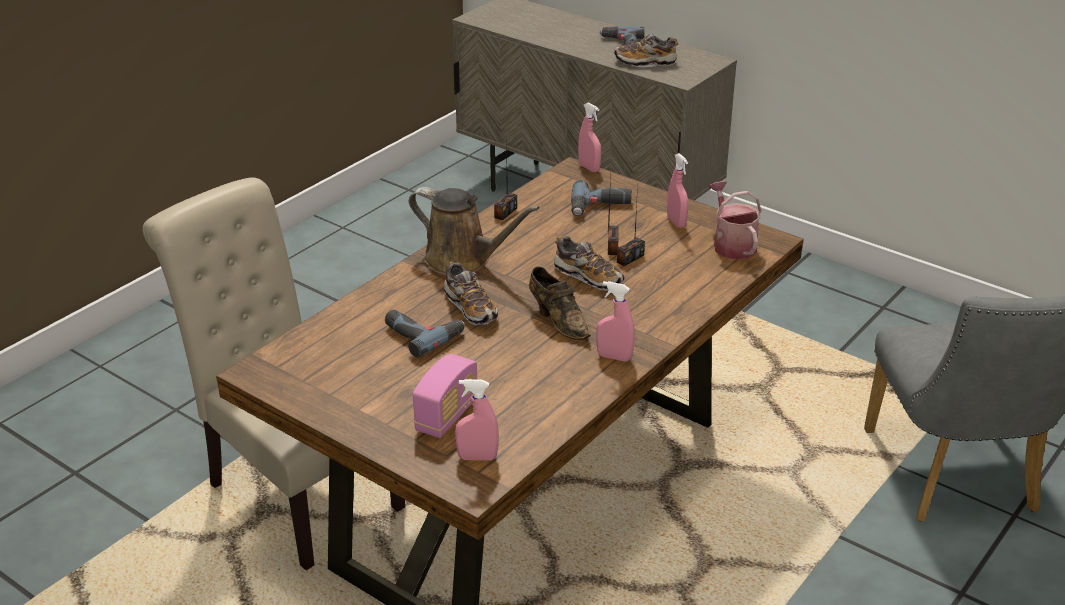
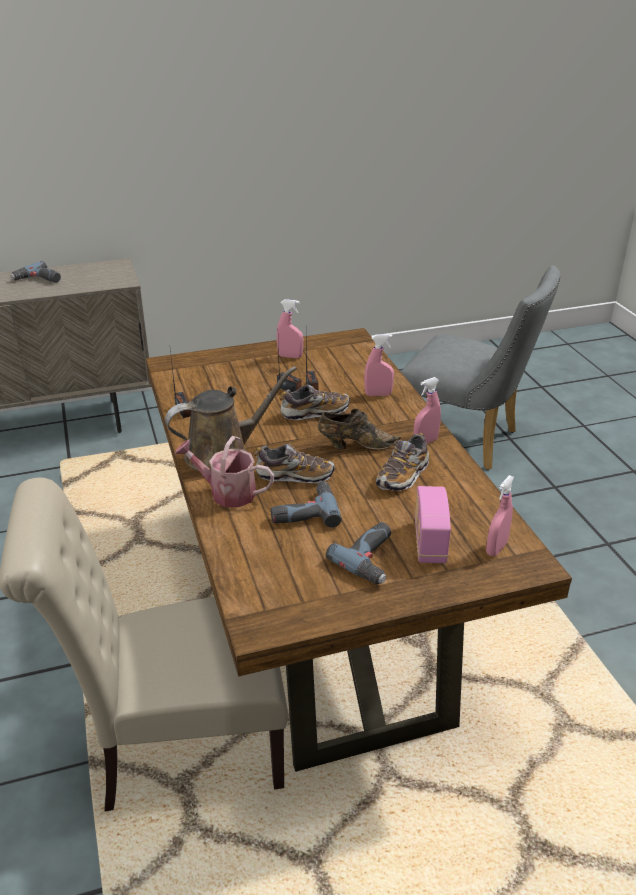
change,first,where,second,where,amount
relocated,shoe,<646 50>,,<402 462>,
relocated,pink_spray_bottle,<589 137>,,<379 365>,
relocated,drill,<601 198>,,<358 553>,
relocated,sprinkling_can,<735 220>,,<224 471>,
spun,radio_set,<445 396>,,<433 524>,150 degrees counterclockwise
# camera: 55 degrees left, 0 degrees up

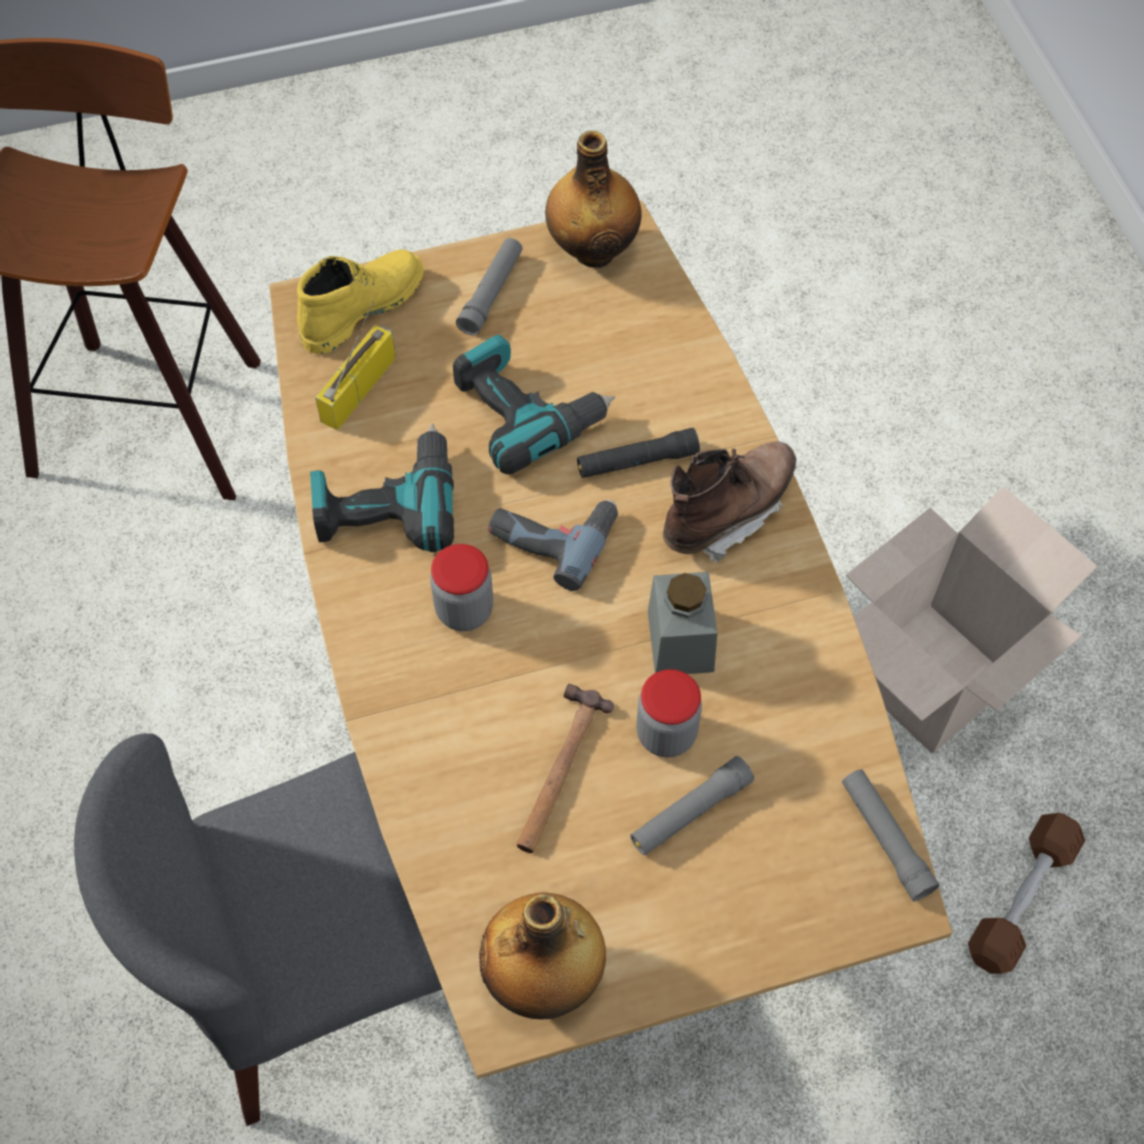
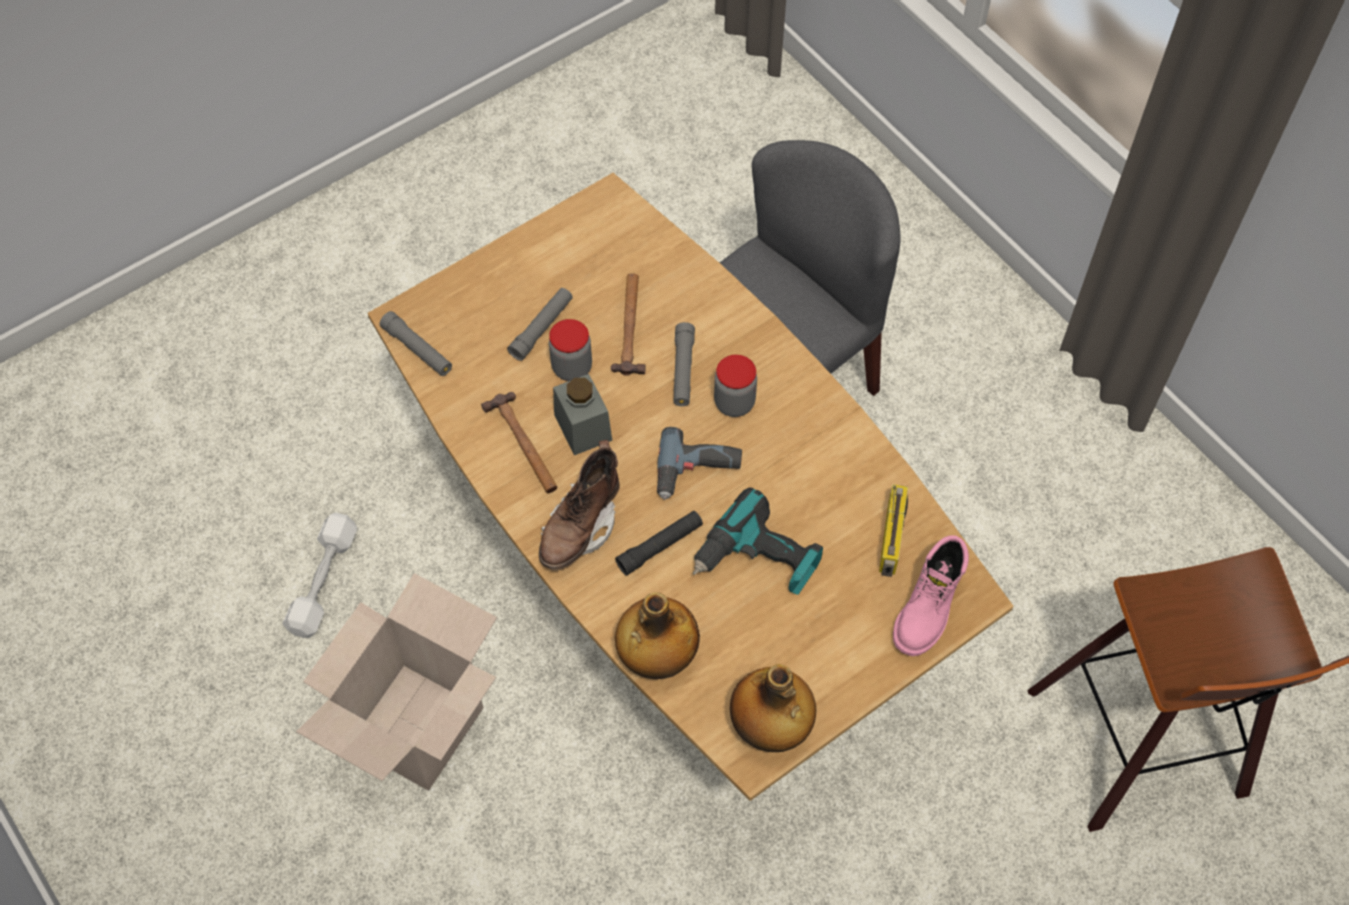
change,first,where,second,where,amount
relocated,gray_torch,<489 286>,,<684 364>,
colour,yellowish_boot,<360 301>,pink_boot,<931 595>,
missing,drill,<382 488>,,,
colour,brown_hand_weight,<1026 893>,white_hand_weight,<320 575>,
relocated,drink_bottle,<542 955>,,<657 635>,
appeared,,,hand_hammer,<519 442>,
# camera: 160 degrees right, 0 degrees up

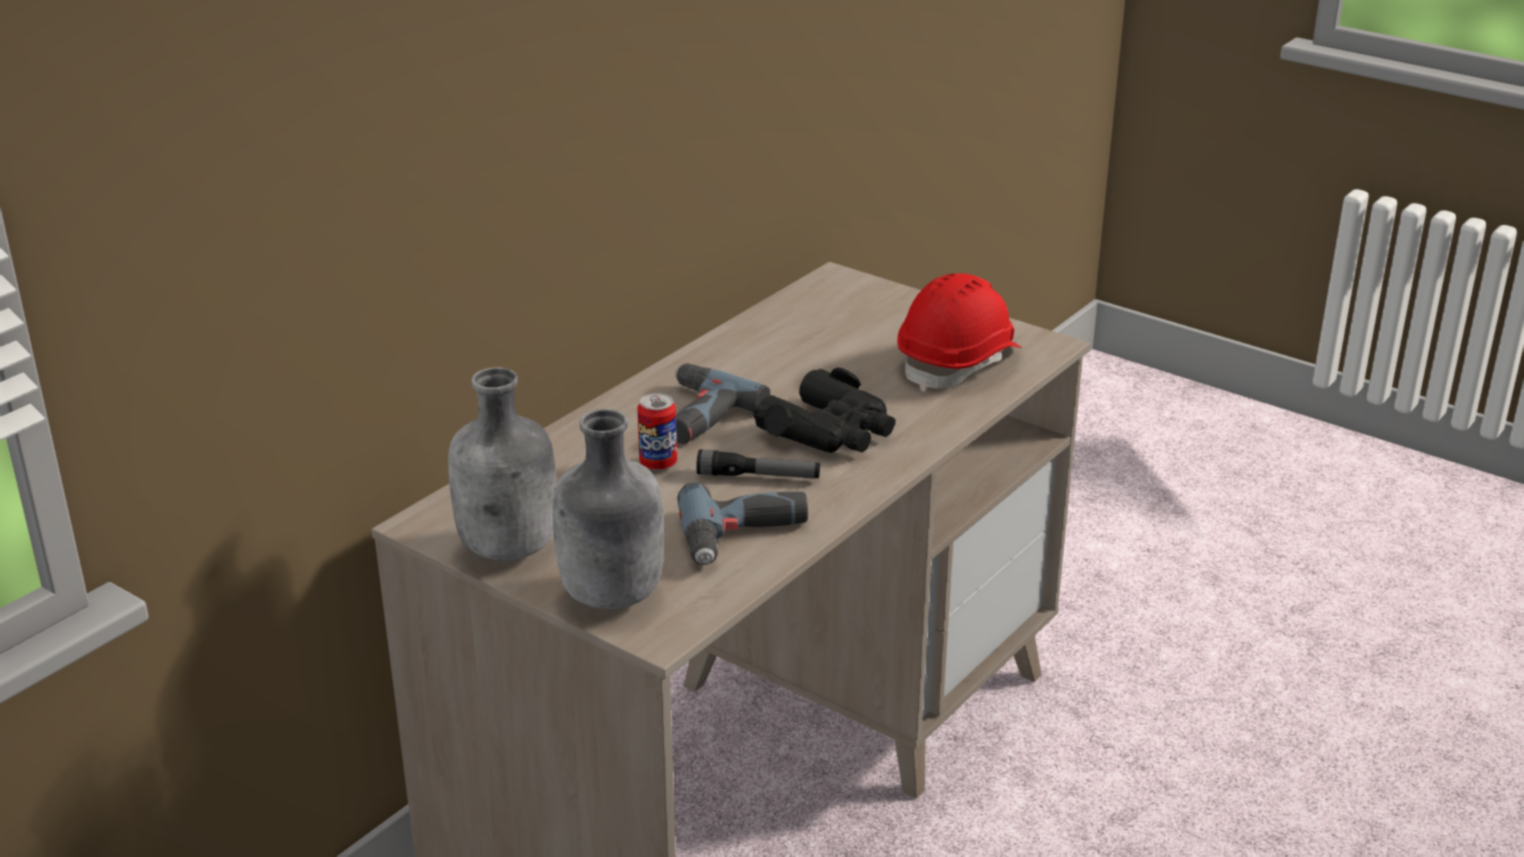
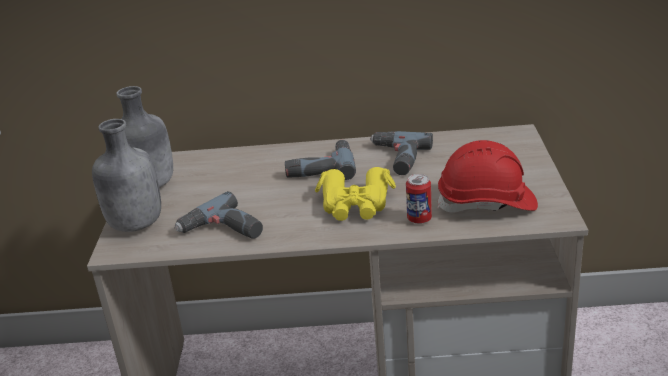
change,first,where,second,where,amount
colour,black_pair_of_binoculars,<824 410>,yellowish_pair_of_binoculars,<355 194>,
relocated,can,<657 431>,,<419 199>,
missing,torch,<758 464>,,,
appeared,,,drill,<401 153>,
# camera: 55 degrees right, 0 degrees up

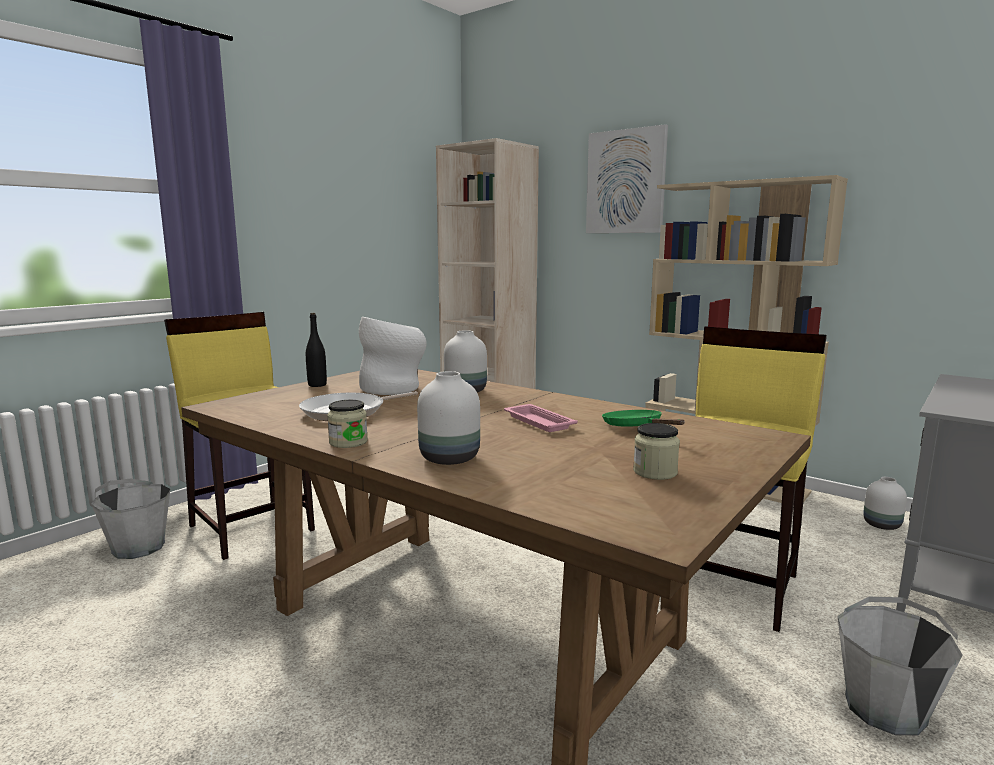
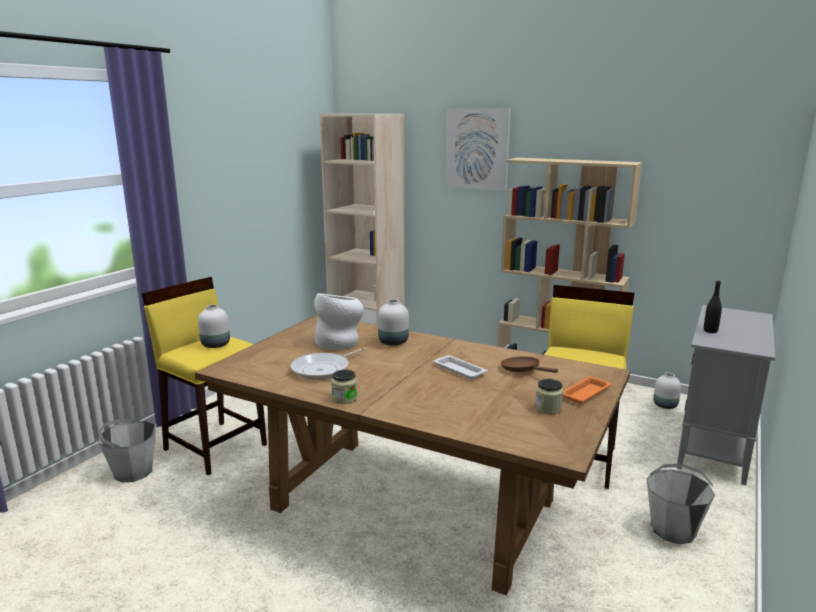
change,first,where,second,where,amount
relocated,black_drink_bottle,<316 350>,,<713 306>,
relocated,white_decorative_vase,<448 418>,,<214 326>,
colour,pink_serving_tray,<541 418>,white_serving_tray,<461 367>,
colour,greenish_pan,<643 418>,brown_pan,<530 365>,
appeared,,,orangey_serving_tray,<587 390>,
# camera: 10 degrees left, 5 degrees up

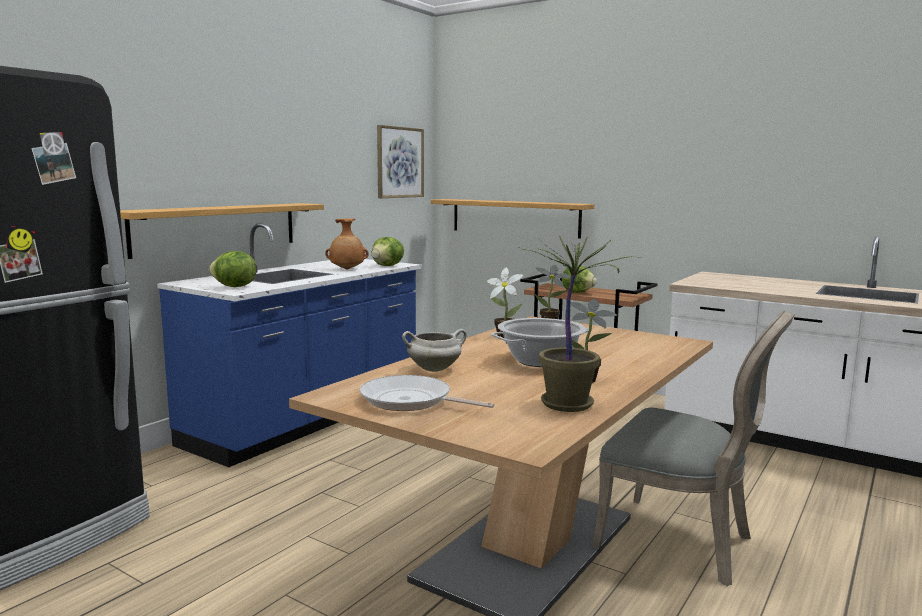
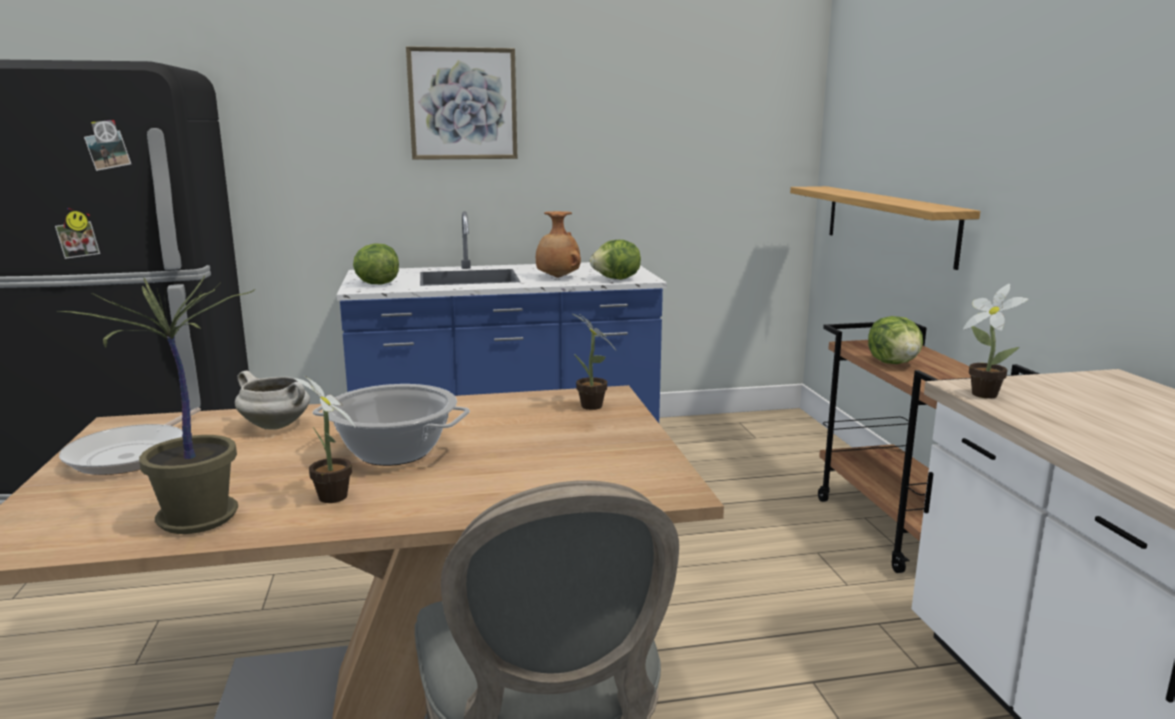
change,first,where,second,where,amount
relocated,picture,<400 161>,,<461 103>,
missing,bracket_shelf,<222 231>,,,
relocated,houseplant,<505 303>,,<996 341>,
spun,pan,<426 393>,,<130 441>,150 degrees counterclockwise
# camera: 45 degrees right, 5 degrees up

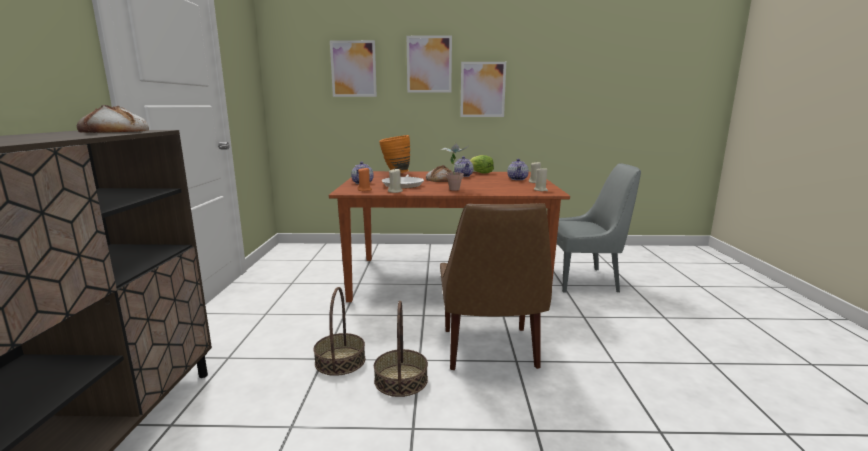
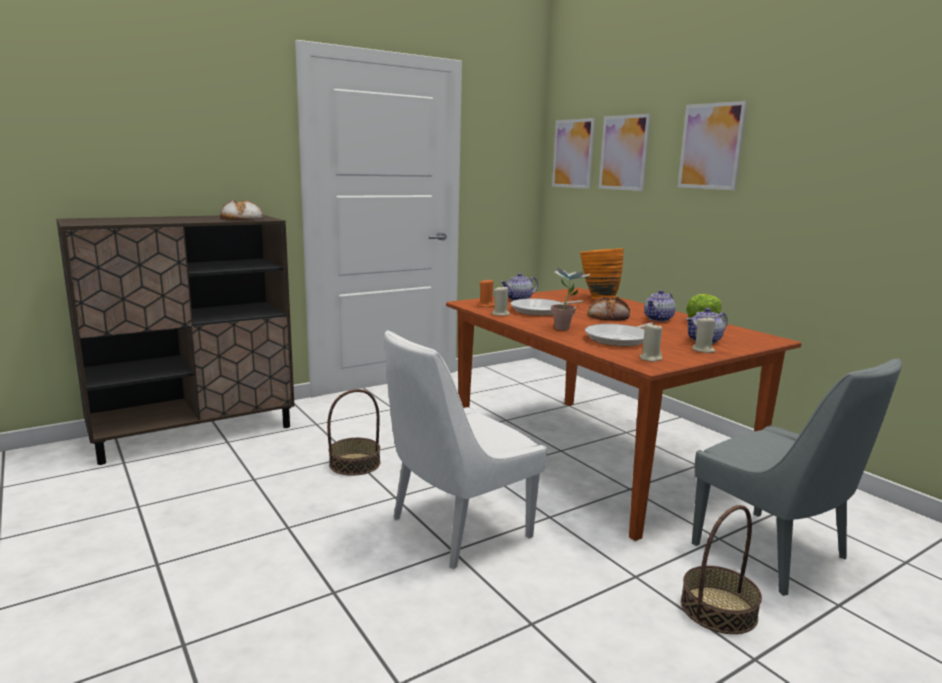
change,first,where,second,where,amount
relocated,picture,<483 89>,,<573 153>,
colour,brown_plain_chair,<496 286>,white_plain_chair,<465 449>,
relocated,household_basket,<401 349>,,<721 569>,
appeared,,,pan,<619 334>,
# camera: 55 degrees right, 0 degrees up

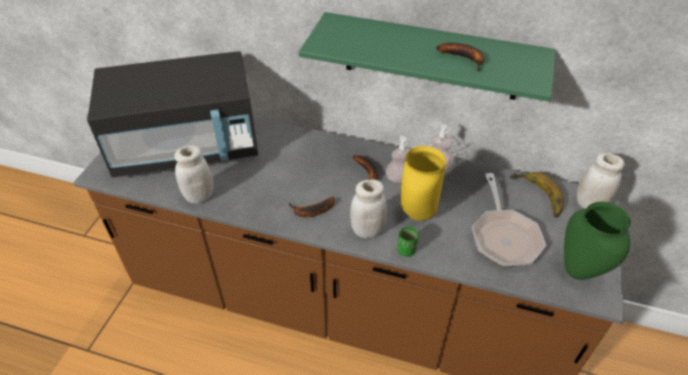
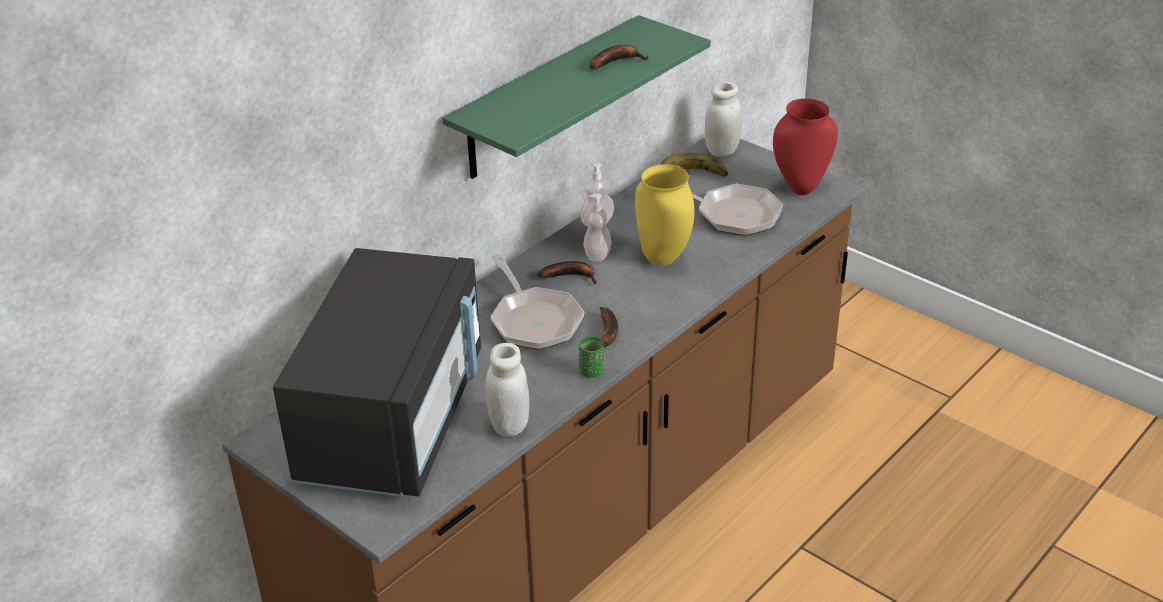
change,first,where,second,where,amount
missing,white_storage_jar,<368 209>,,,
colour,greenish_decorative_vase,<597 241>,red_decorative_vase,<805 146>,
relocated,greenish_small_cup,<407 242>,,<591 357>,
appeared,,,pan,<538 302>,
# camera: 65 degrees left, 10 degrees down

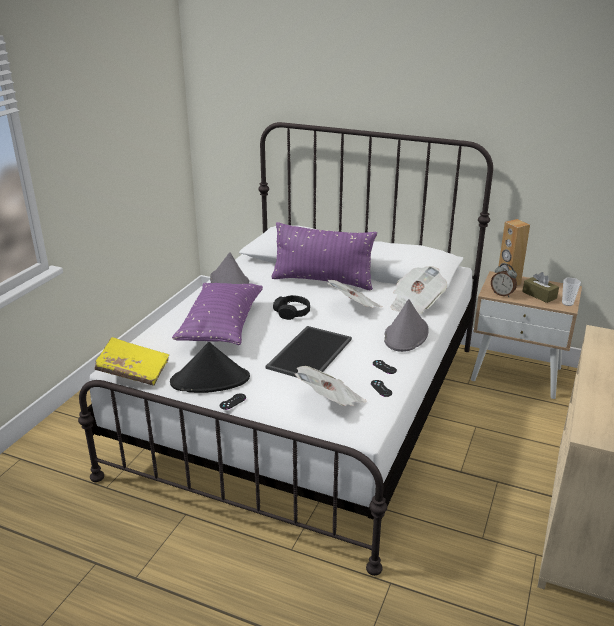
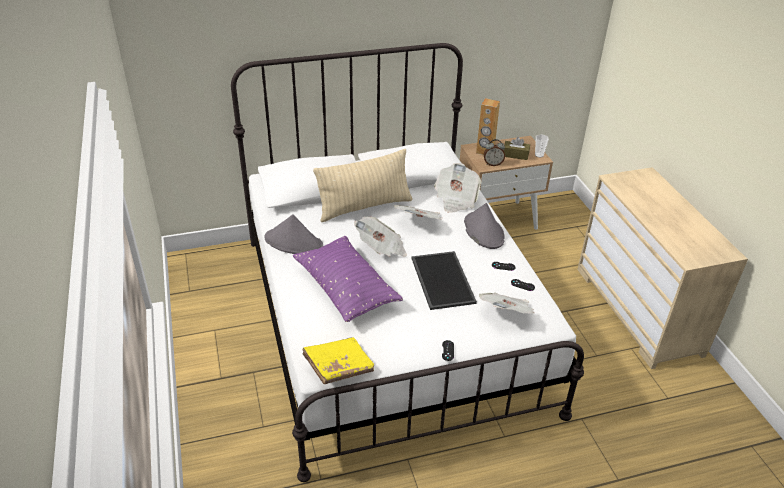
change,first,where,second,where,amount
colour,purple-coloured_cushion,<324 256>,beige-coloured_cushion,<363 185>,
exchanged,black_headset,<291 307>,printed_paper,<380 236>,
missing,black_wearable_hat,<210 367>,,,
# camera: 40 degrees left, 10 degrees up

